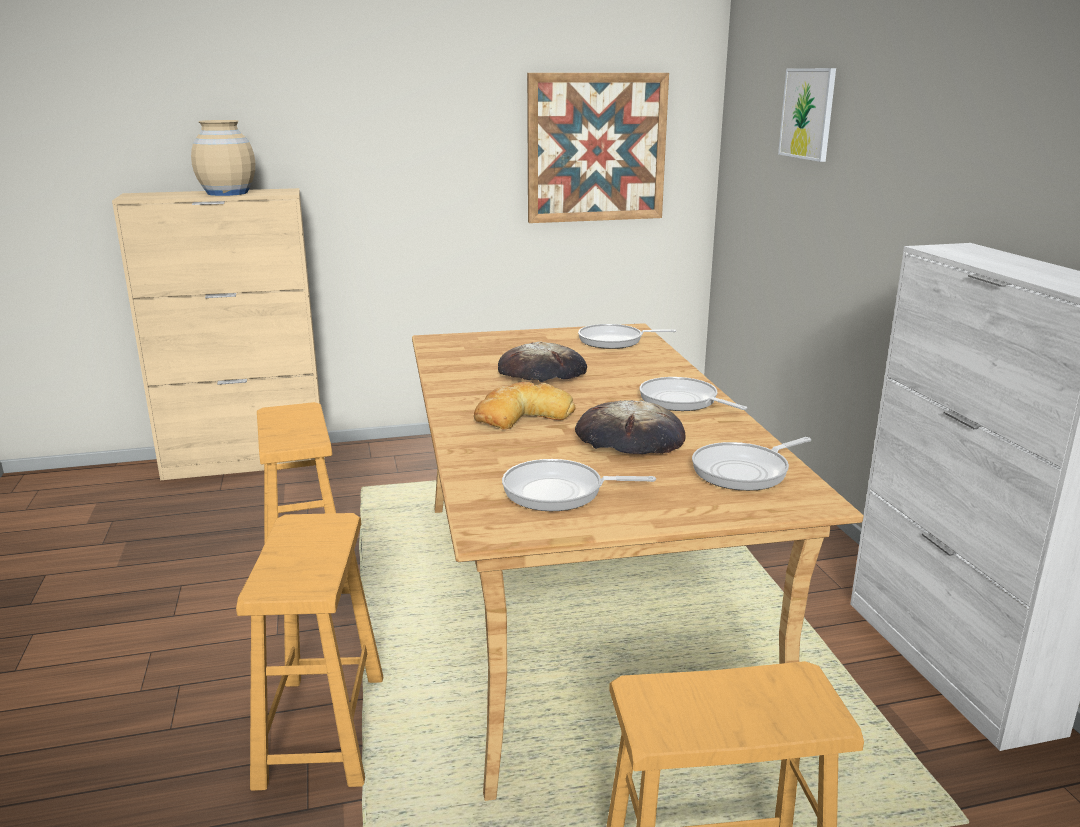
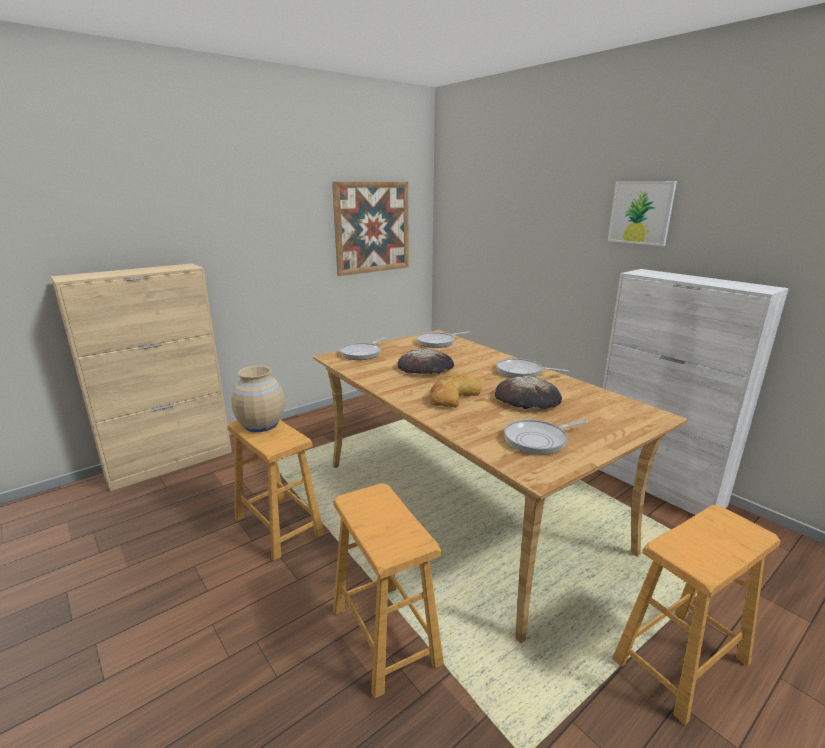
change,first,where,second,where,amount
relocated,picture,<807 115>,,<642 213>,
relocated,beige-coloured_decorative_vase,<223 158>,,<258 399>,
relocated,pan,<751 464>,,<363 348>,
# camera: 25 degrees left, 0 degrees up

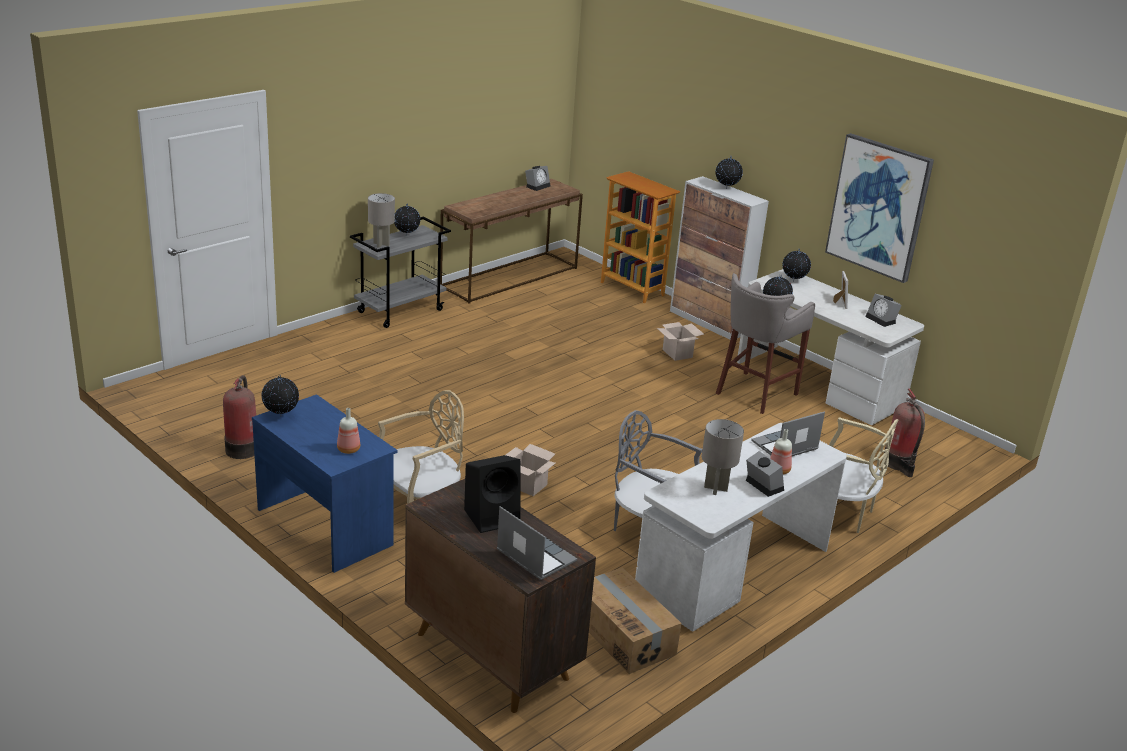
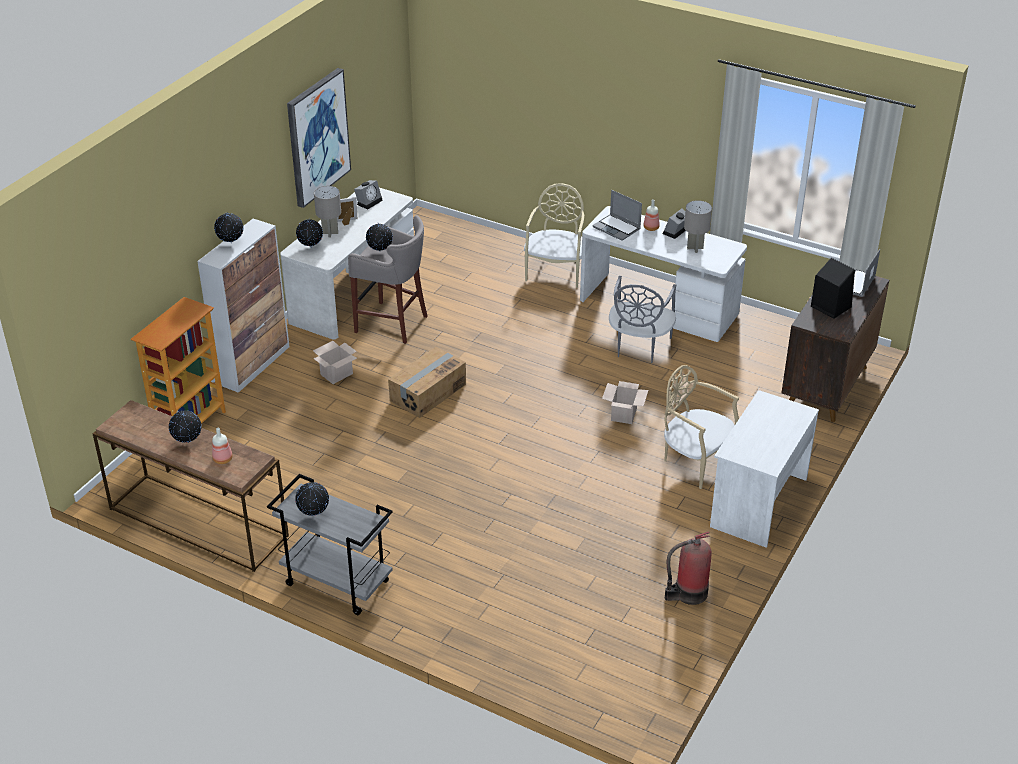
change,first,where,second,where,amount
missing,table_clock,<537 178>,,,
relocated,gray_table_lamp,<381 220>,,<327 212>,
relocated,globe,<280 395>,,<185 427>,
missing,fire-fighting_cylinder,<904 433>,,,
colour,bluish_desk_unit,<325 483>,white_desk_unit,<764 469>,
relocated,drink_bottle,<348 431>,,<222 446>,
relocated,packing_box,<635 620>,,<427 382>,
# camera: 105 degrees left, 10 degrees up

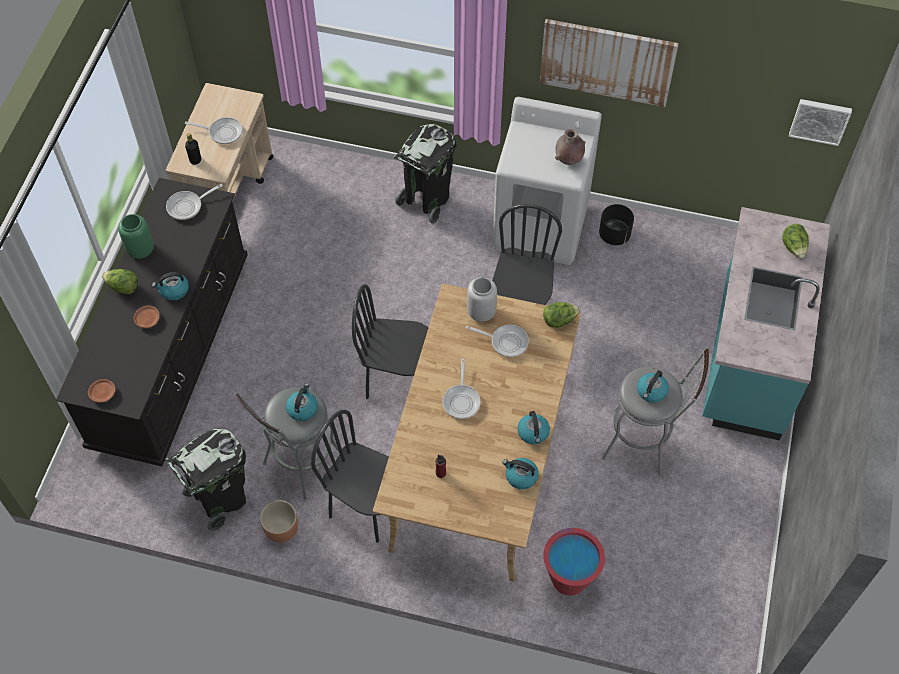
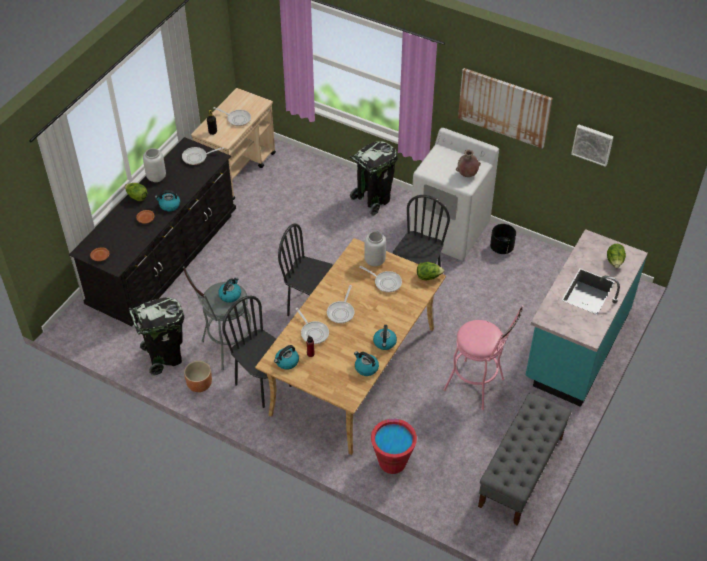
change,first,where,second,where,amount
relocated,picture,<820 122>,,<592 145>,
colour,greenish_decorative_vase,<136 236>,gray_decorative_vase,<154 165>,
colour,gray_stool_seat,<655 410>,pink_stool_seat,<483 357>,
relocated,tea_kettle,<653 386>,,<286 357>,
appeared,,,pan,<312 326>,
appeared,,,gray_long_seat,<525 459>,
# camera: 15 degrees right, 10 degrees down

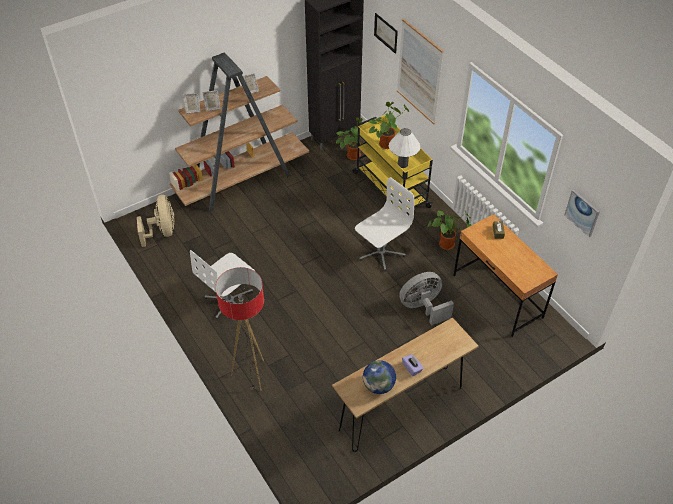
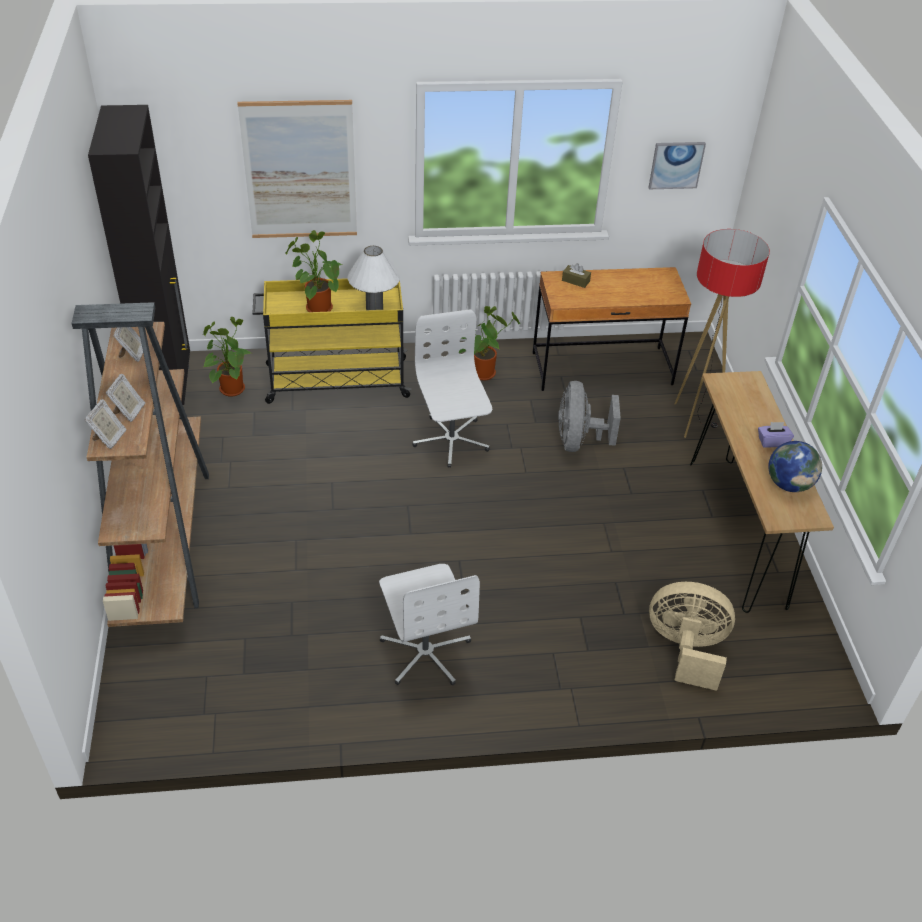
change,first,where,second,where,amount
missing,picture,<386 33>,,,
relocated,beige-coloured_electric_fan,<155 221>,,<692 636>,
relocated,floor_lamp,<239 329>,,<722 333>,
# camera: 65 degrees left, 5 degrees down

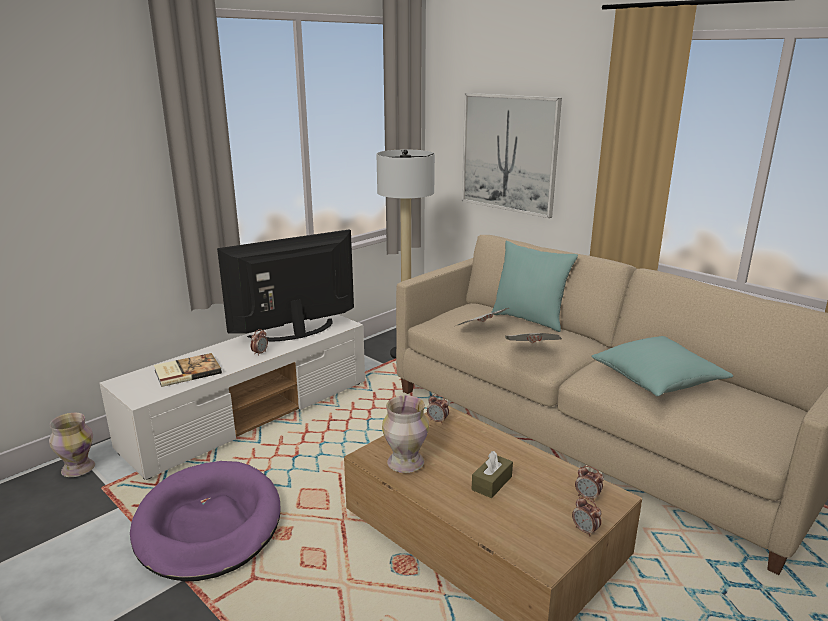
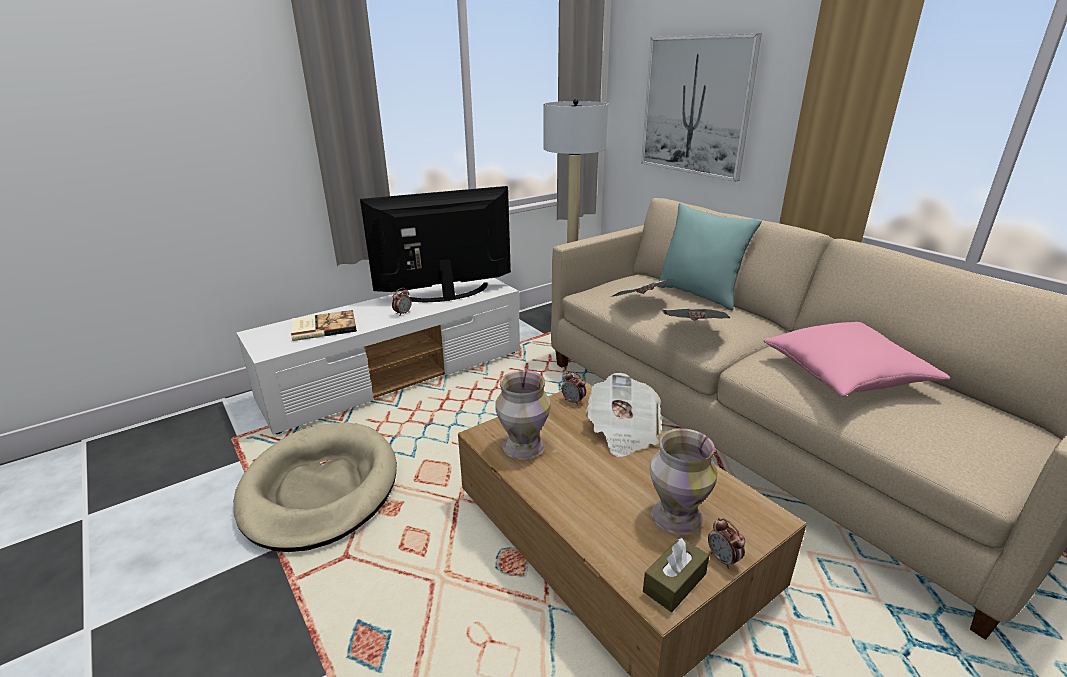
change,first,where,second,where,amount
colour,turquoise_cushion,<662 366>,pink_cushion,<856 359>,
relocated,decorative_vase,<72 445>,,<683 481>,
relocated,brown_box_of_tissues,<492 474>,,<676 574>,
colour,purple-coloured_dog_cushion,<205 521>,beige-coloured_dog_cushion,<315 487>,
missing,table_clock,<589 483>,,,
appeared,,,printed_paper,<623 415>,
# camera: 10 degrees right, 5 degrees up

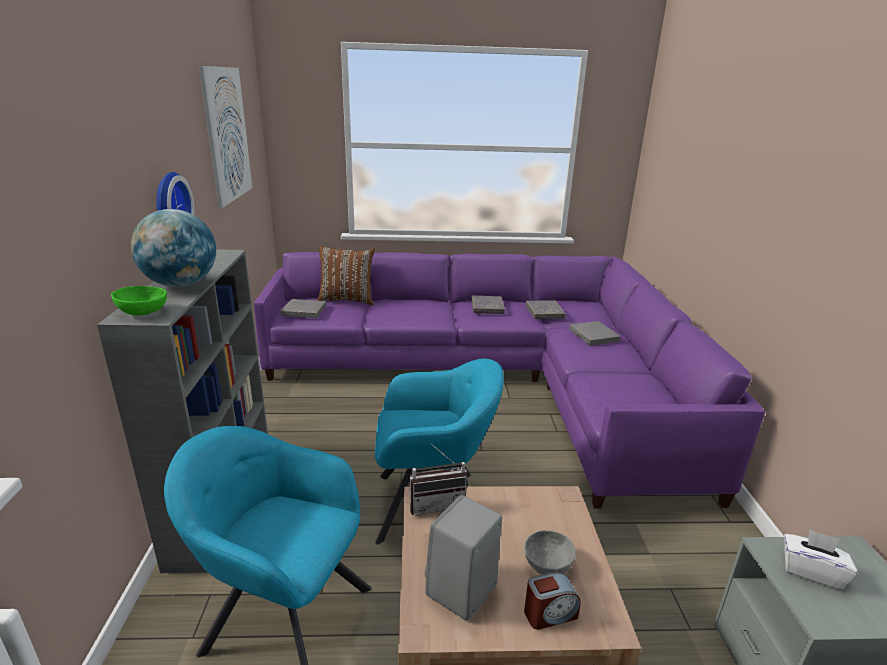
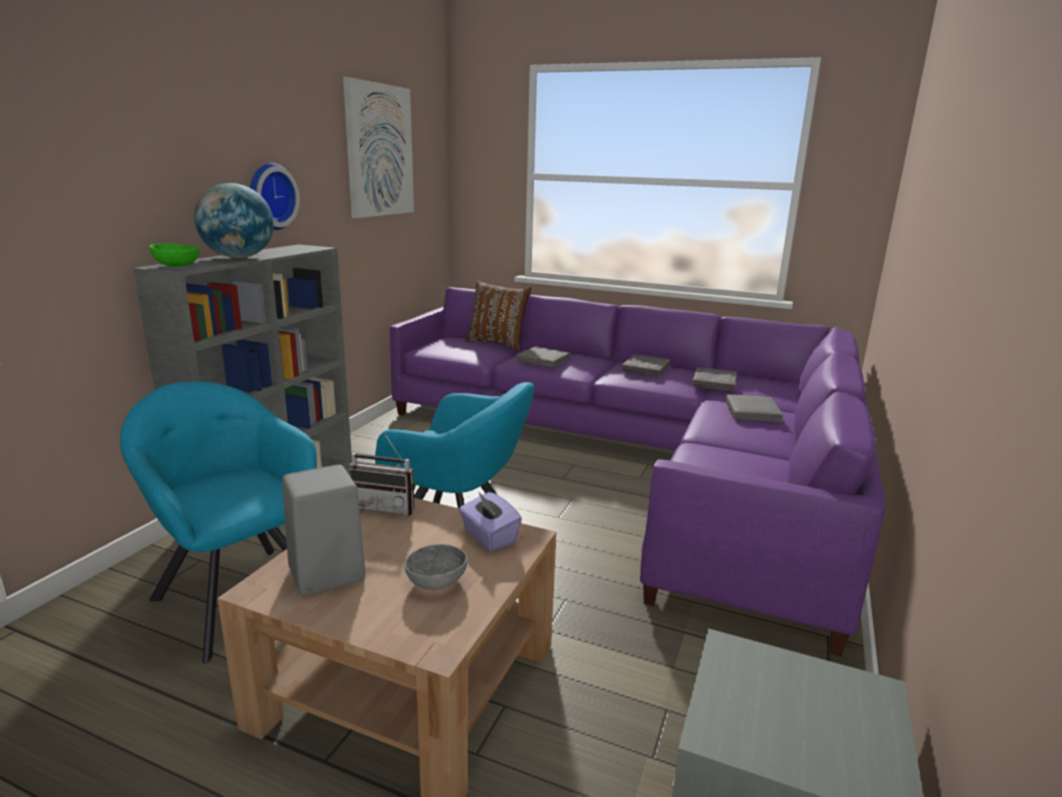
change,first,where,second,where,amount
relocated,gray_book,<303 308>,,<543 356>,
missing,white_box_of_tissues,<820 559>,,,
missing,table_clock,<552 601>,,,
appeared,,,purple-coloured_box_of_tissues,<490 521>,
# camera: 25 degrees right, 5 degrees down

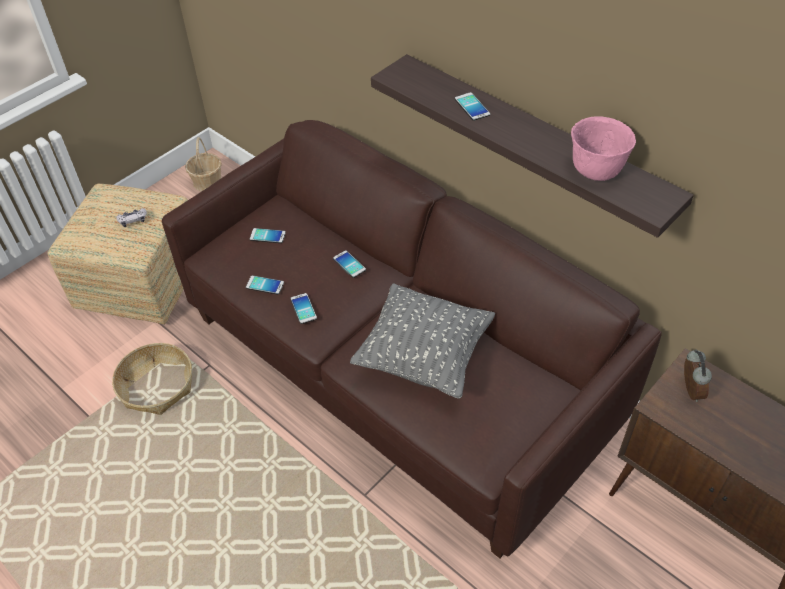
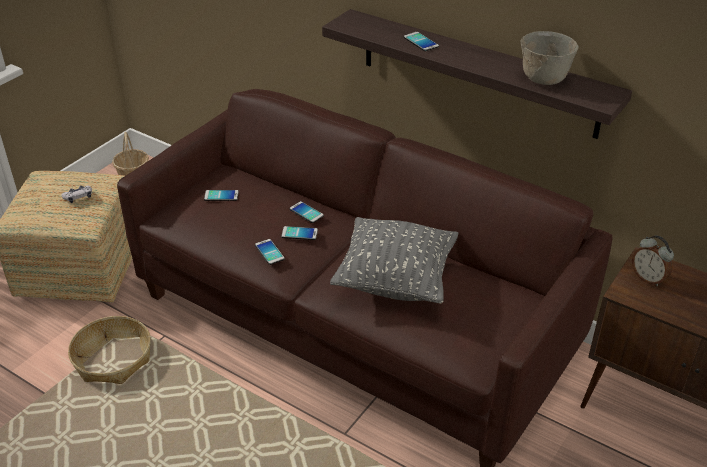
change,first,where,second,where,amount
colour,pink_deep_dish,<603 148>,gray_deep_dish,<550 58>,
relocated,handset,<265 285>,,<299 233>,
spun,table_clock,<698 375>,,<653 261>,150 degrees clockwise
# camera: 10 degrees left, 10 degrees down

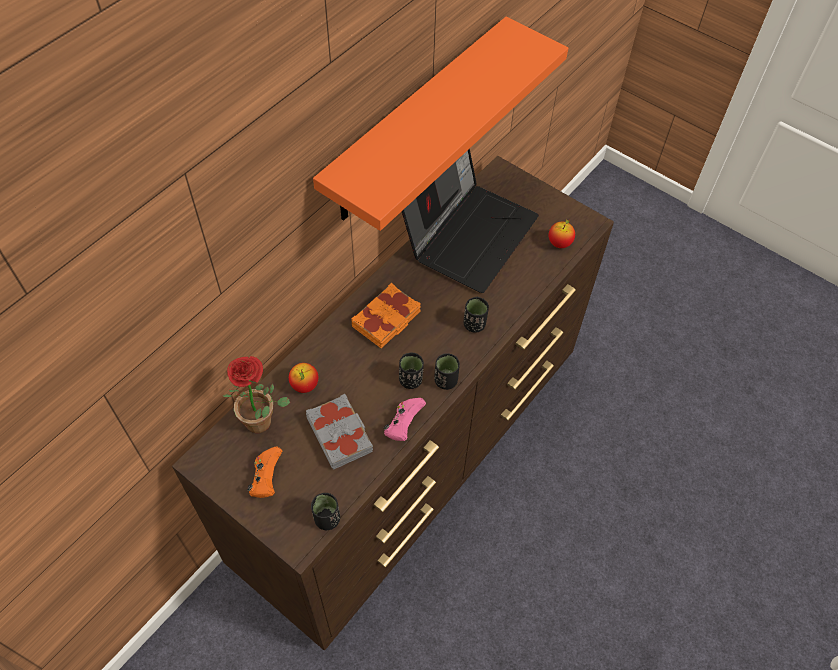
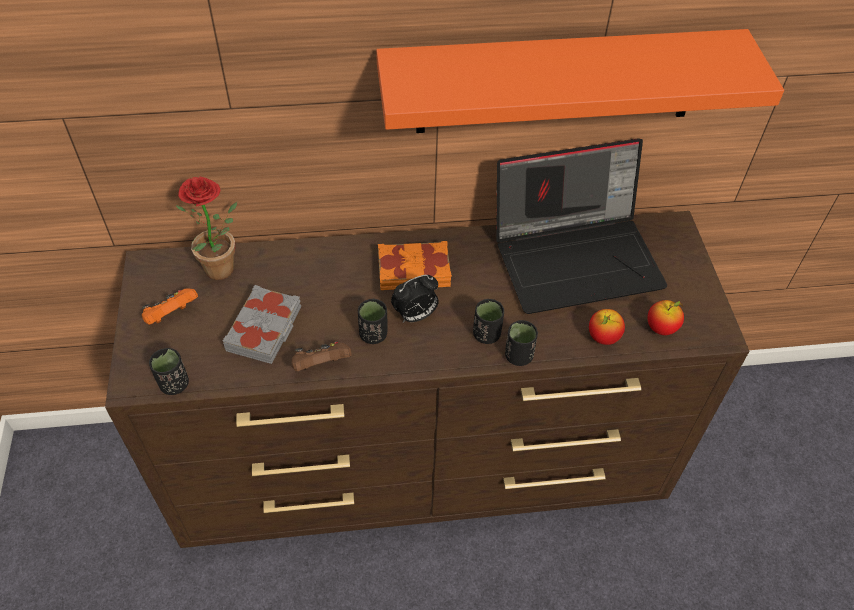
change,first,where,second,where,amount
relocated,black_small_cup,<447 371>,,<521 343>,
relocated,whole_apple,<303 378>,,<607 327>,
colour,pink_game_controller,<404 419>,brown_game_controller,<321 356>,
appeared,,,table_clock,<415 298>,
# camera: 45 degrees right, 5 degrees down

